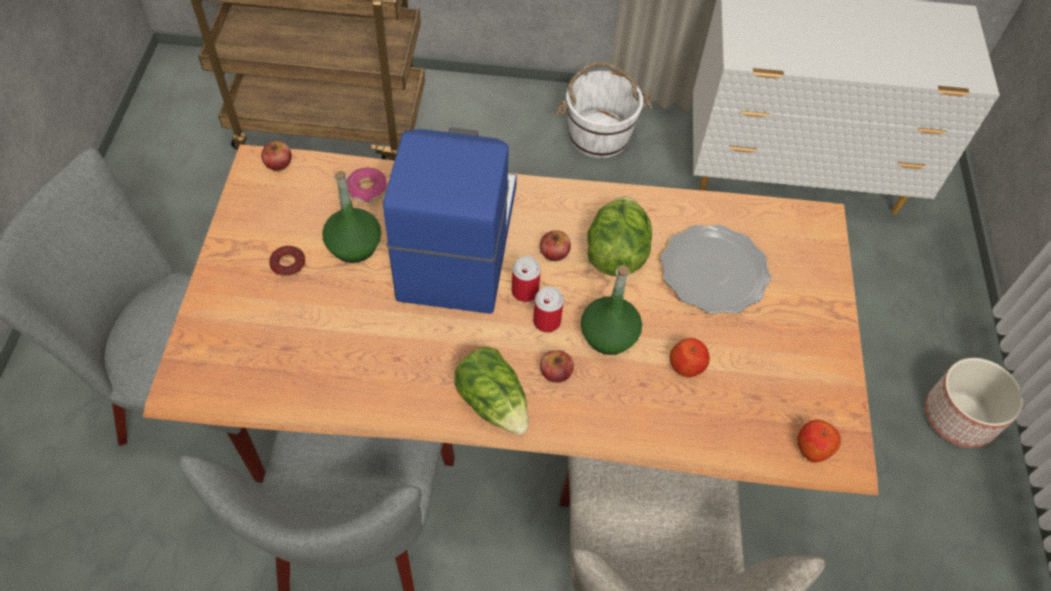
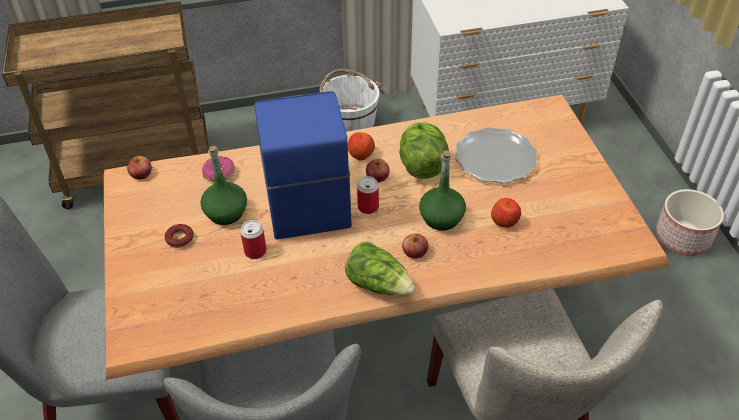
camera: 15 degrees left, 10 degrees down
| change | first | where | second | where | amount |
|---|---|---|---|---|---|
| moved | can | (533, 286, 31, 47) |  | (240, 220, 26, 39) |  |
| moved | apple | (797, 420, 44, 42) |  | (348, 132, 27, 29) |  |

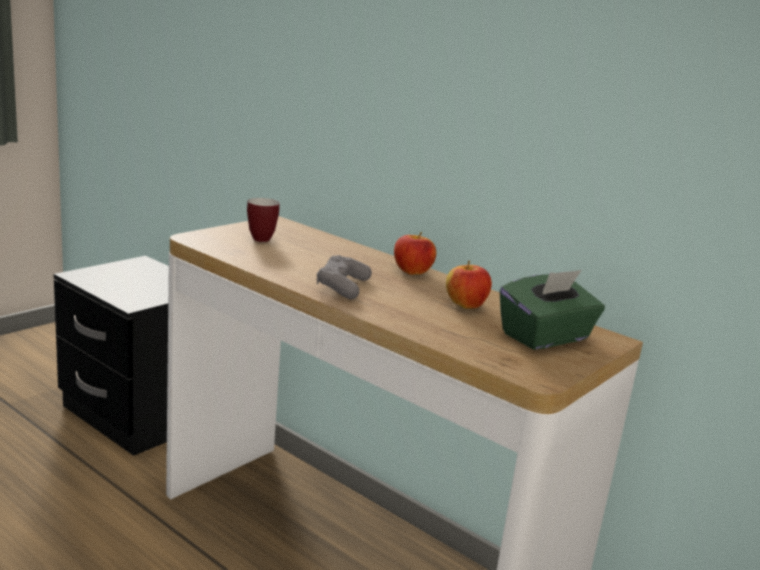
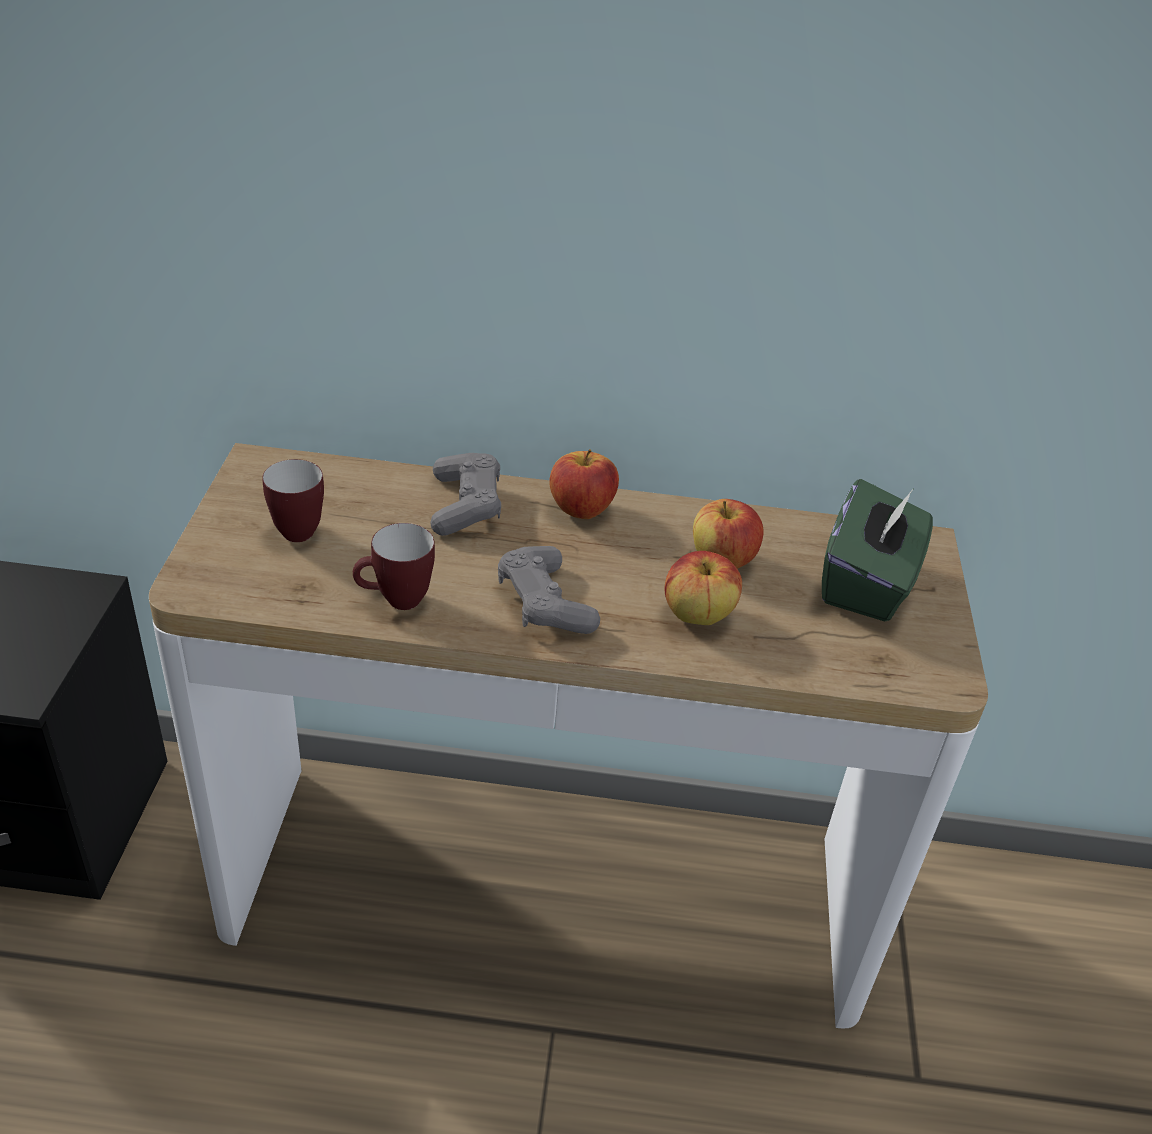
camera: 35 degrees left, 20 degrees up
| change | first | where | second | where | amount |
|---|---|---|---|---|---|
| added |  |  | mug | (353, 523, 82, 87) |  |
| added |  |  | grey game controller | (430, 453, 71, 83) |  |
| added |  |  | apple | (665, 551, 77, 74) |  |

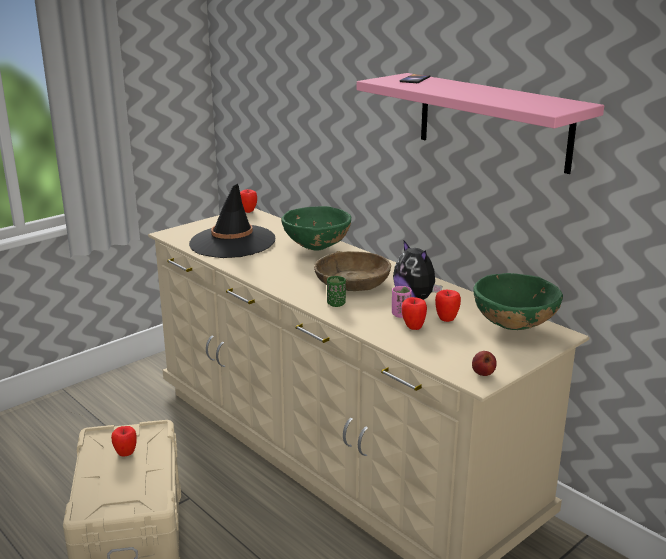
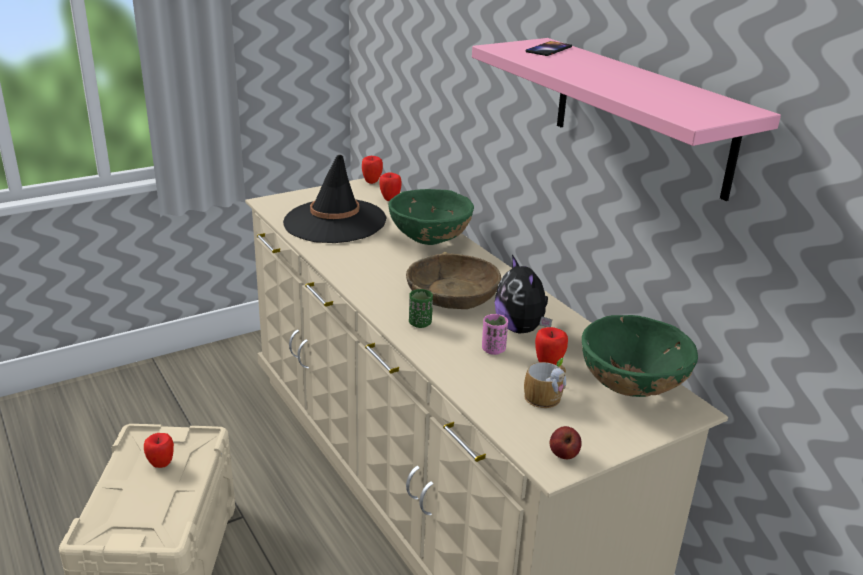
camera: 10 degrees right, 5 degrees up
| change | first | where | second | where | amount |
|---|---|---|---|---|---|
| moved | apple | (402, 297, 25, 33) |  | (379, 173, 23, 28) |  |
| added |  |  | mug | (524, 358, 42, 50) |  |

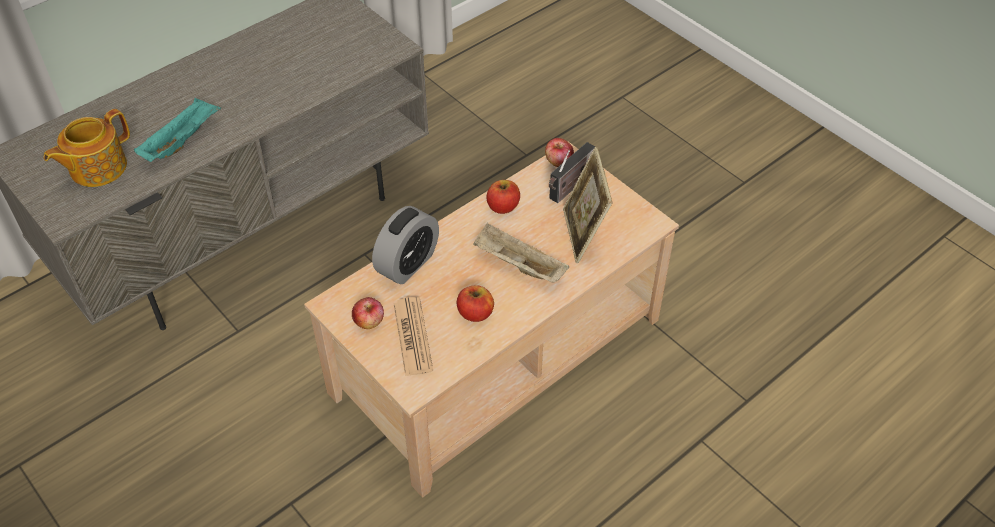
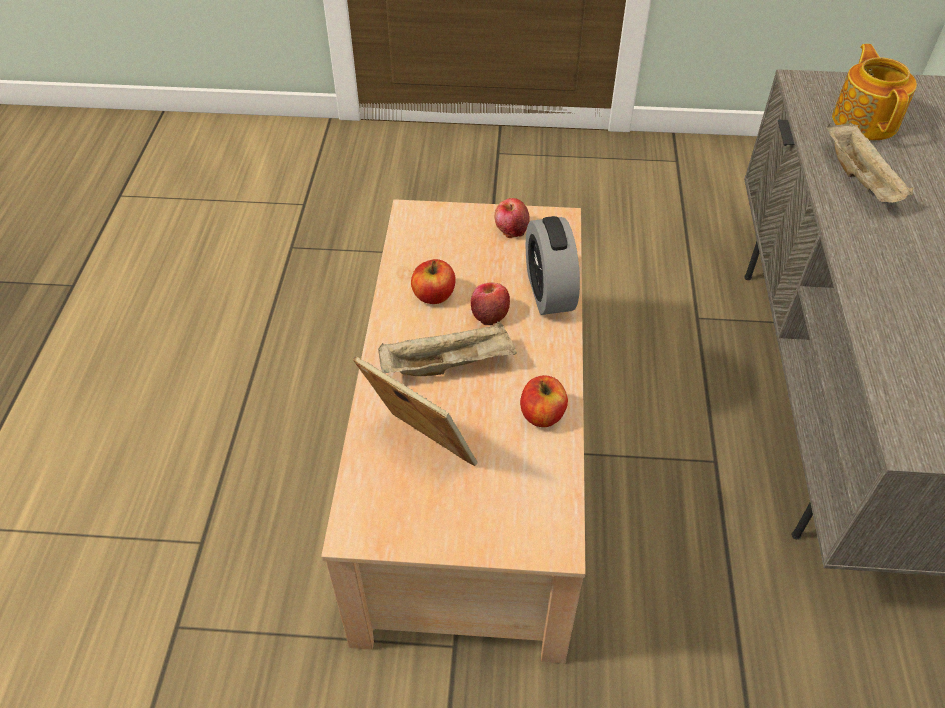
camera: 135 degrees right, 0 degrees up
| change | first | where | second | where | amount |
|---|---|---|---|---|---|
| moved | apple | (545, 138, 29, 29) |  | (471, 282, 39, 43) |  |
| recoloured | turquoise tray | (134, 98, 87, 64) | beige tray | (826, 123, 88, 80) |  |
| removed | newspaper | (393, 297, 40, 79) |  |  |  |
| removed | radio | (549, 142, 46, 61) |  |  |  |

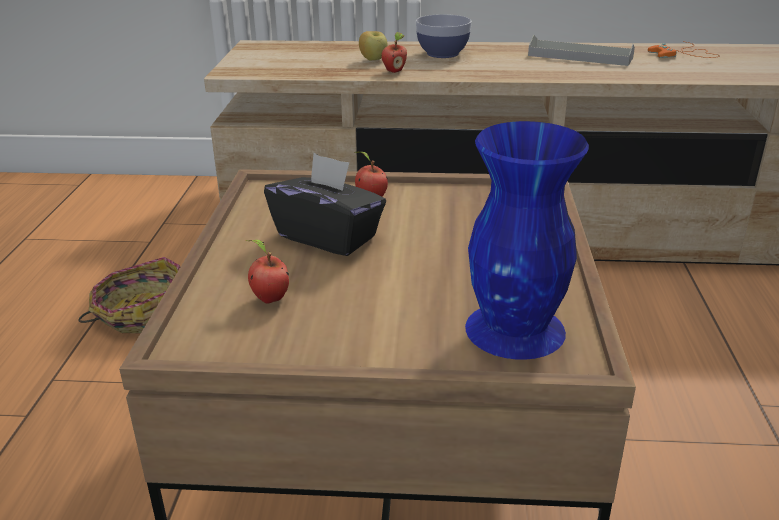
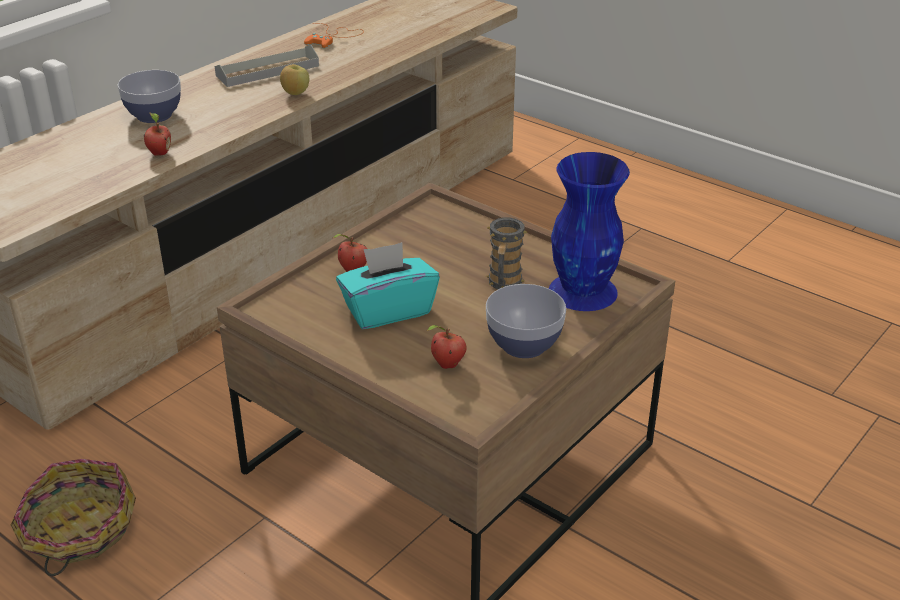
camera: 55 degrees left, 5 degrees up
| change | first | where | second | where | amount |
|---|---|---|---|---|---|
| moved | apple | (359, 31, 28, 30) |  | (280, 64, 29, 31) |  |
| recoloured | black tissue box | (264, 153, 122, 103) | turquoise tissue box | (336, 242, 104, 87) |  |
| added |  |  | mug | (486, 217, 41, 72) |  |
| added |  |  | bowl | (486, 284, 80, 74) |  |

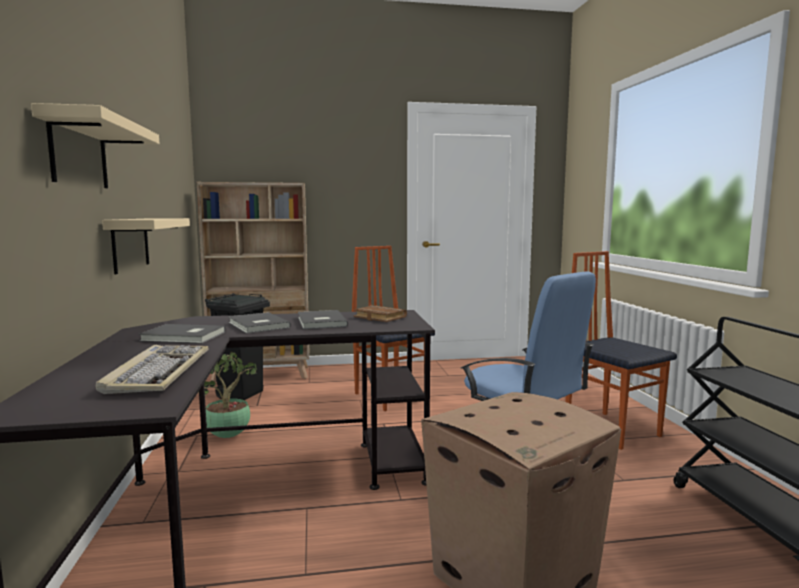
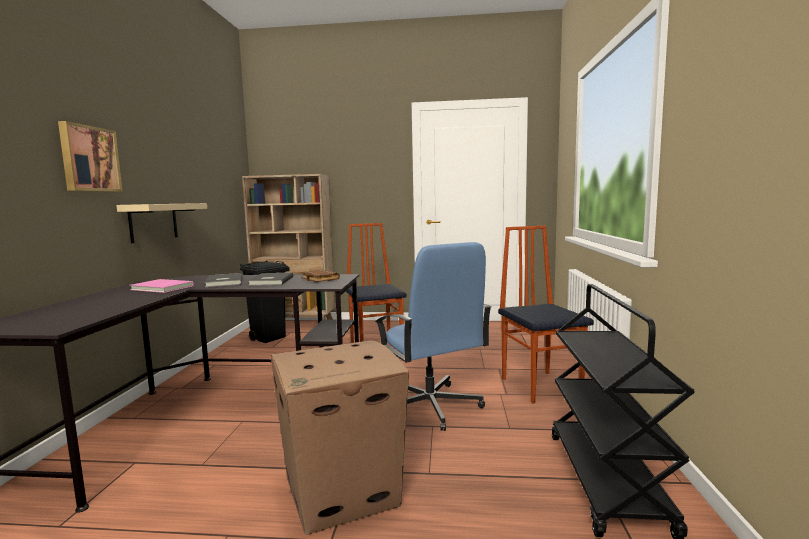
camera: 15 degrees right, 0 degrees up
| change | first | where | second | where | amount |
|---|---|---|---|---|---|
| replaced | beige shelf | (31, 103, 128, 85) | picture | (58, 121, 65, 71) |  |
| recoloured | grey book | (139, 324, 86, 19) | pink book | (130, 279, 64, 14) |  |
| removed | keyboard | (96, 345, 112, 49) |  |  |  |
| removed | potted plant | (198, 351, 59, 87) |  |  |  |

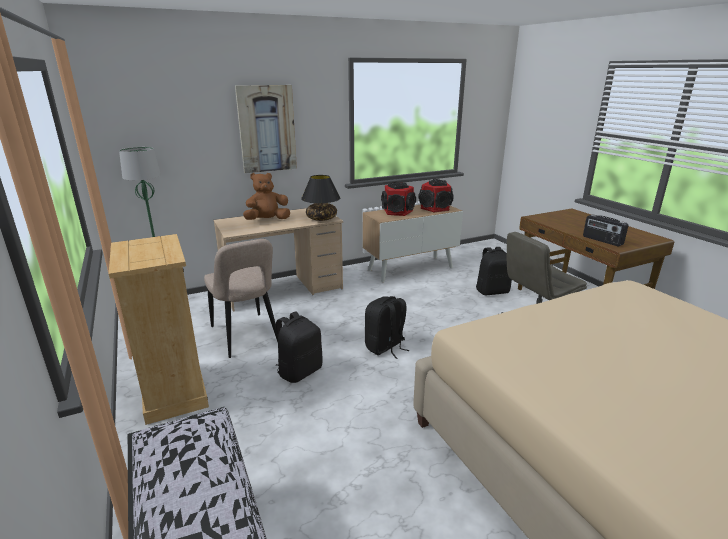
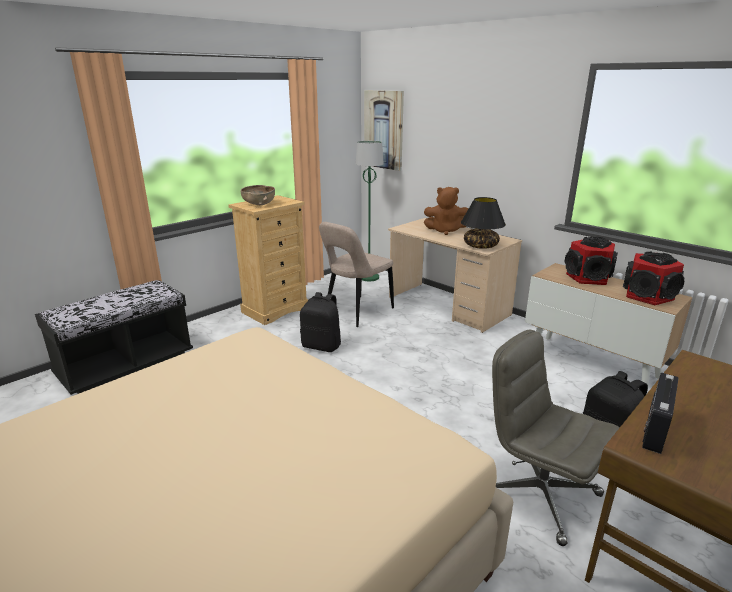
camera: 70 degrees right, 0 degrees up
| change | first | where | second | where | amount |
|---|---|---|---|---|---|
| added |  |  | brown bowl | (241, 185, 34, 20) |  |
| moved | picture | (235, 85, 62, 88) |  | (364, 90, 40, 81) |  |
| turned | brown plush toy | (243, 173, 47, 47) |  | (424, 187, 44, 48) | 150 degrees clockwise |
| removed | black backpack | (365, 296, 45, 63) |  |  |  |

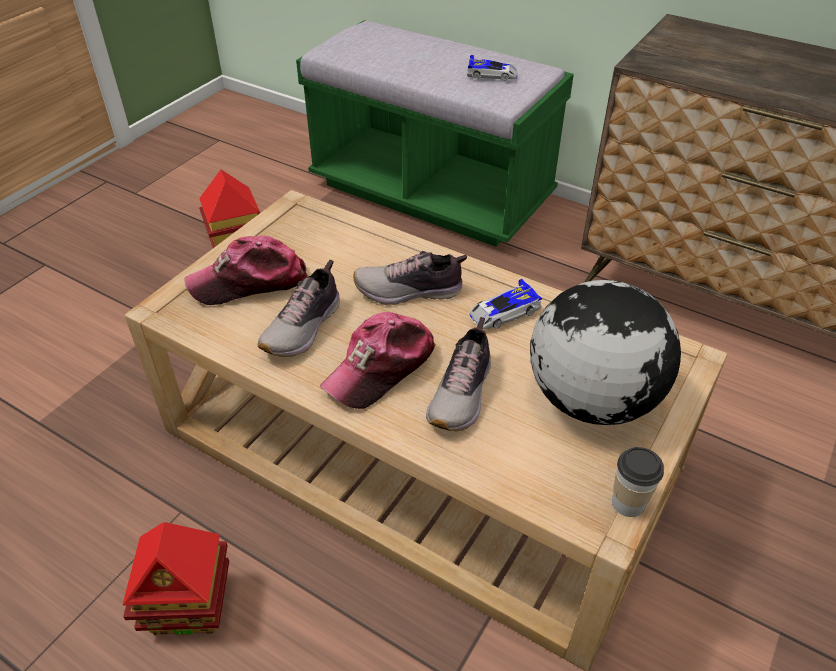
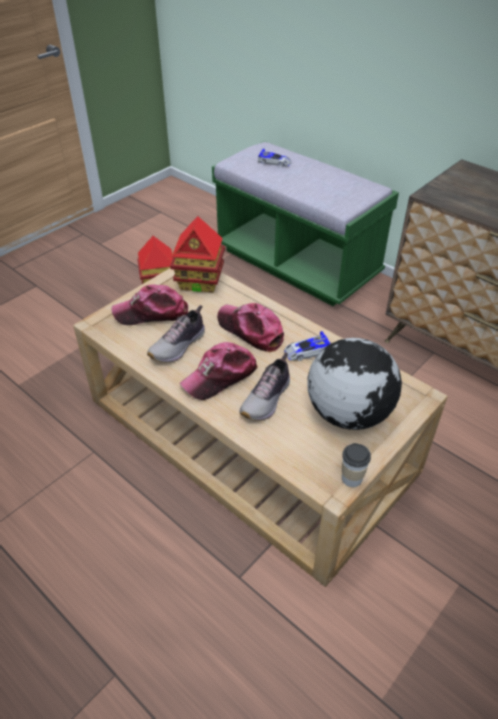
camera: 10 degrees right, 0 degrees up
| change | first | where | second | where | amount |
|---|---|---|---|---|---|
| moved | toy house | (122, 522, 107, 113) |  | (170, 216, 55, 77) |  |
| replaced | shoe | (353, 251, 114, 54) | cap | (217, 303, 67, 49) |  |
| moved | toy car | (467, 55, 51, 26) |  | (258, 149, 33, 18) |  |

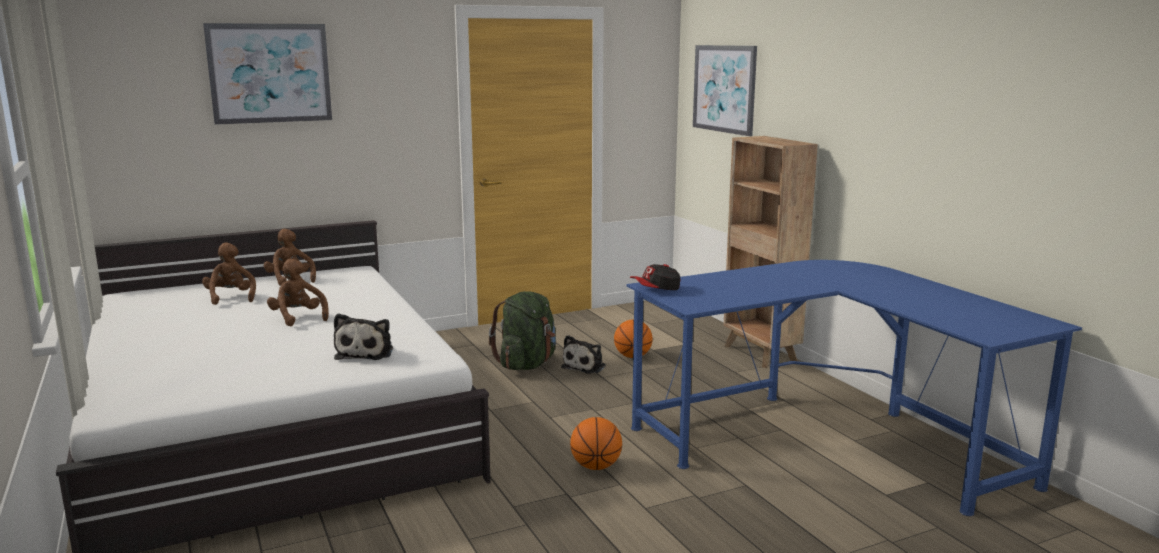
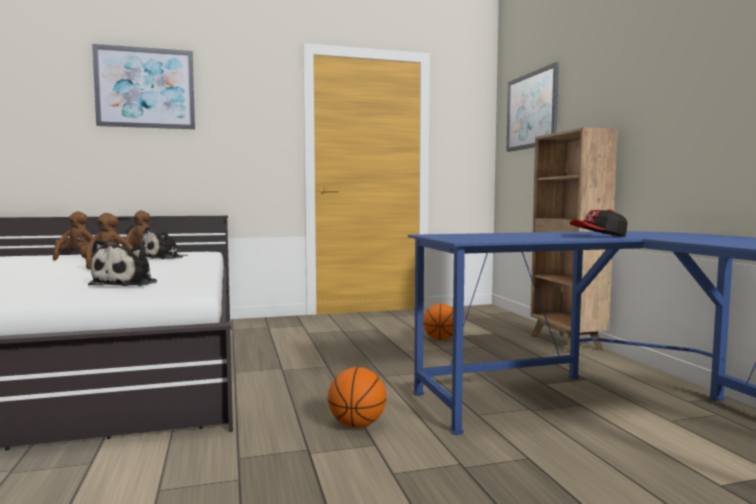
camera: 10 degrees right, 10 degrees down
| change | first | where | second | where | amount |
|---|---|---|---|---|---|
| moved | plush toy | (561, 335, 45, 39) |  | (142, 227, 46, 32) |  |
| moved | cap | (630, 264, 50, 26) |  | (569, 209, 59, 28) |  |
| removed | green backpack | (489, 291, 67, 79) |  |  |  |

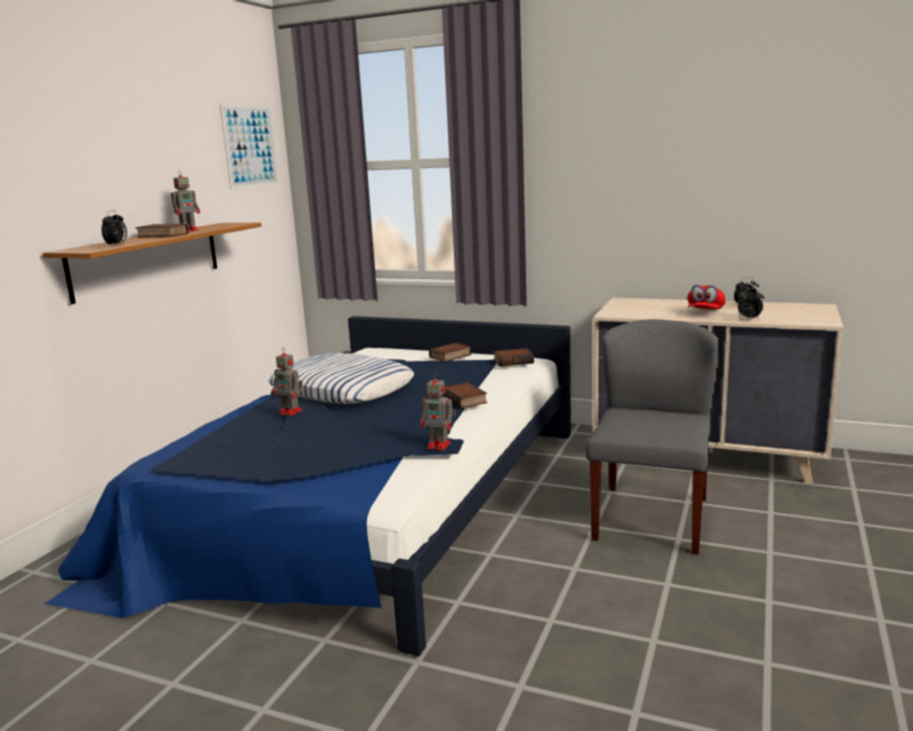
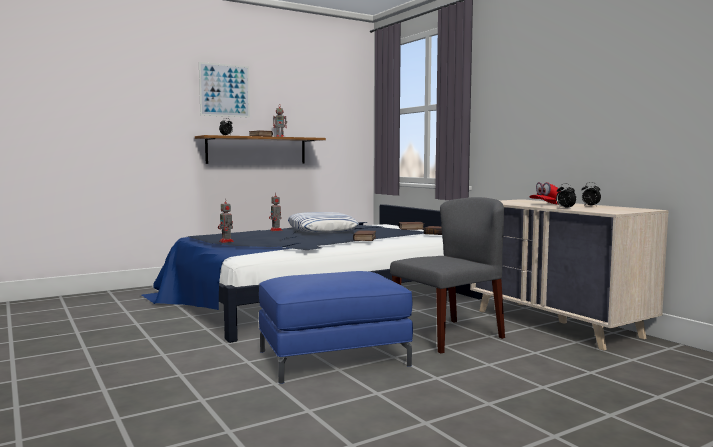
camera: 35 degrees right, 10 degrees down
| change | first | where | second | where | amount |
|---|---|---|---|---|---|
| moved | picture | (220, 104, 59, 85) |  | (199, 62, 51, 56) |  |
| moved | toy robot | (420, 374, 36, 77) |  | (218, 198, 16, 45) |  |
| added |  |  | blue ottoman | (259, 271, 154, 113) |  |

